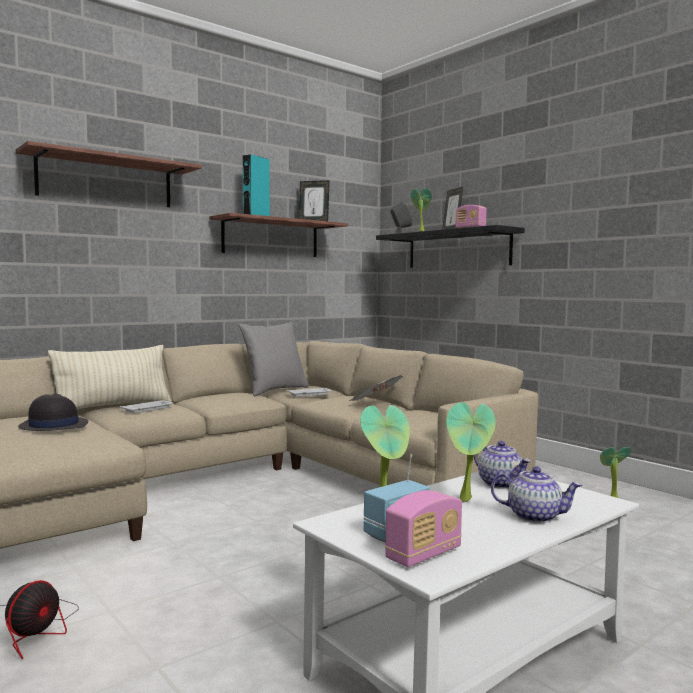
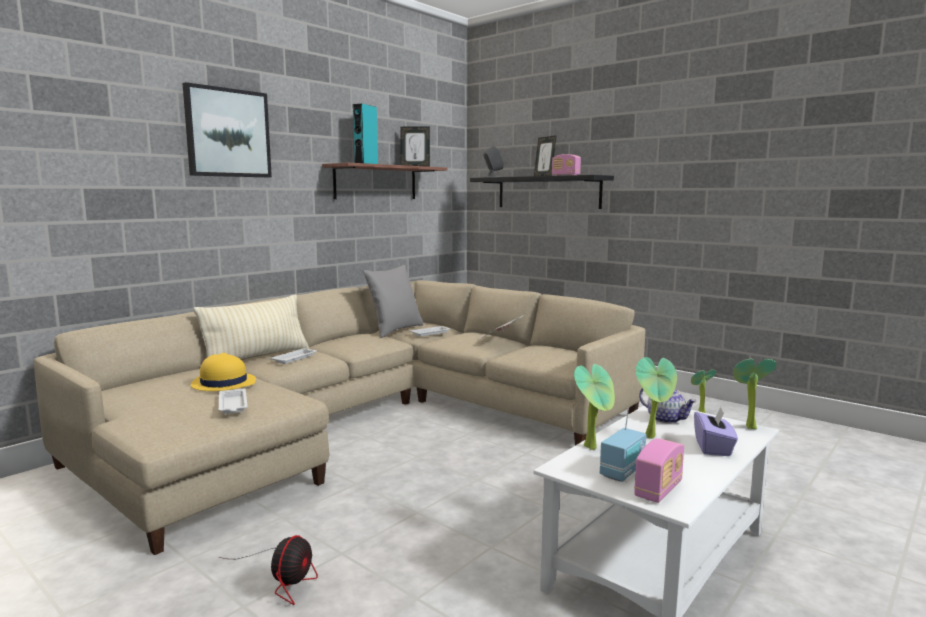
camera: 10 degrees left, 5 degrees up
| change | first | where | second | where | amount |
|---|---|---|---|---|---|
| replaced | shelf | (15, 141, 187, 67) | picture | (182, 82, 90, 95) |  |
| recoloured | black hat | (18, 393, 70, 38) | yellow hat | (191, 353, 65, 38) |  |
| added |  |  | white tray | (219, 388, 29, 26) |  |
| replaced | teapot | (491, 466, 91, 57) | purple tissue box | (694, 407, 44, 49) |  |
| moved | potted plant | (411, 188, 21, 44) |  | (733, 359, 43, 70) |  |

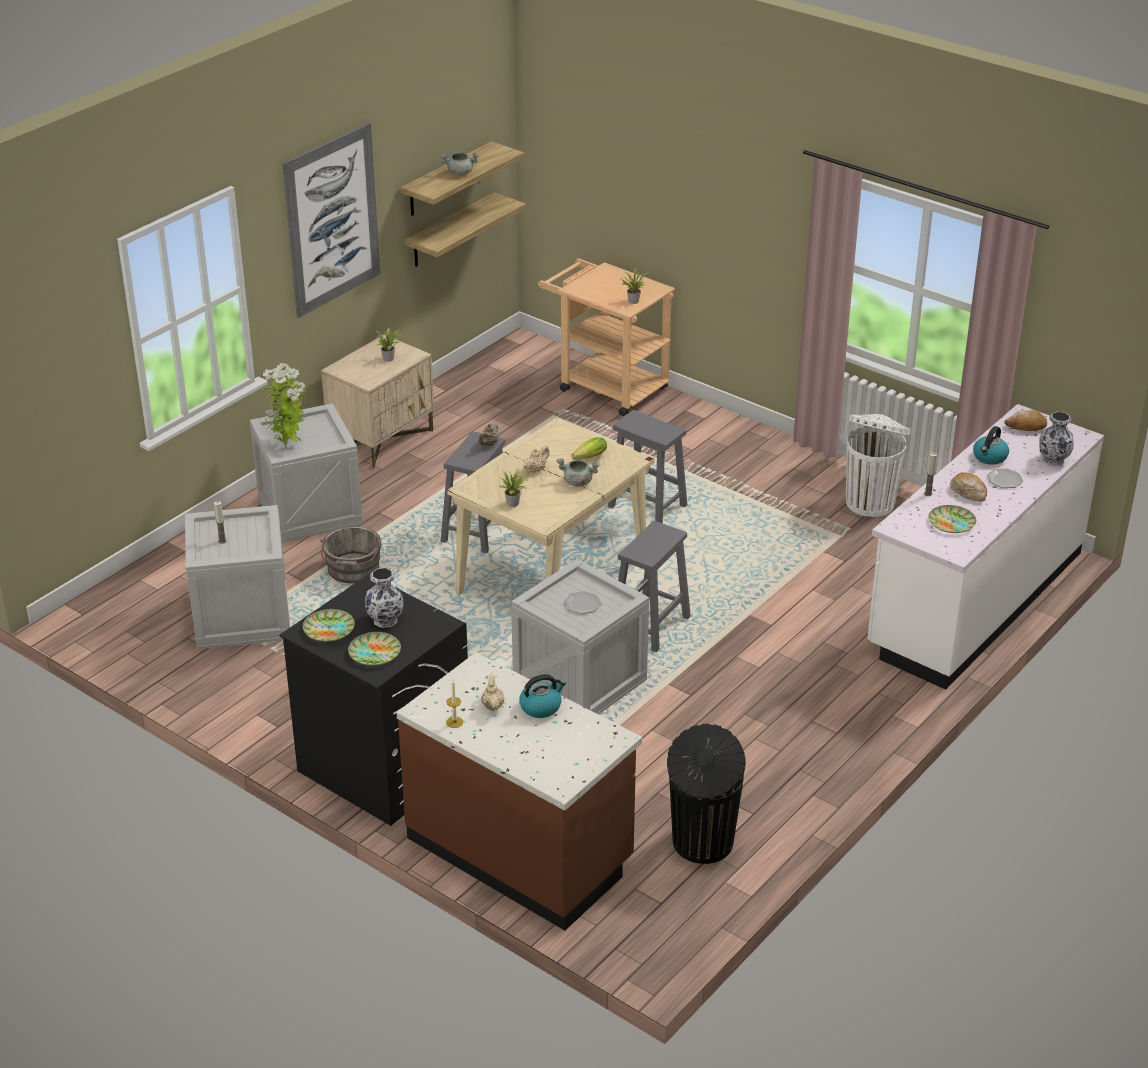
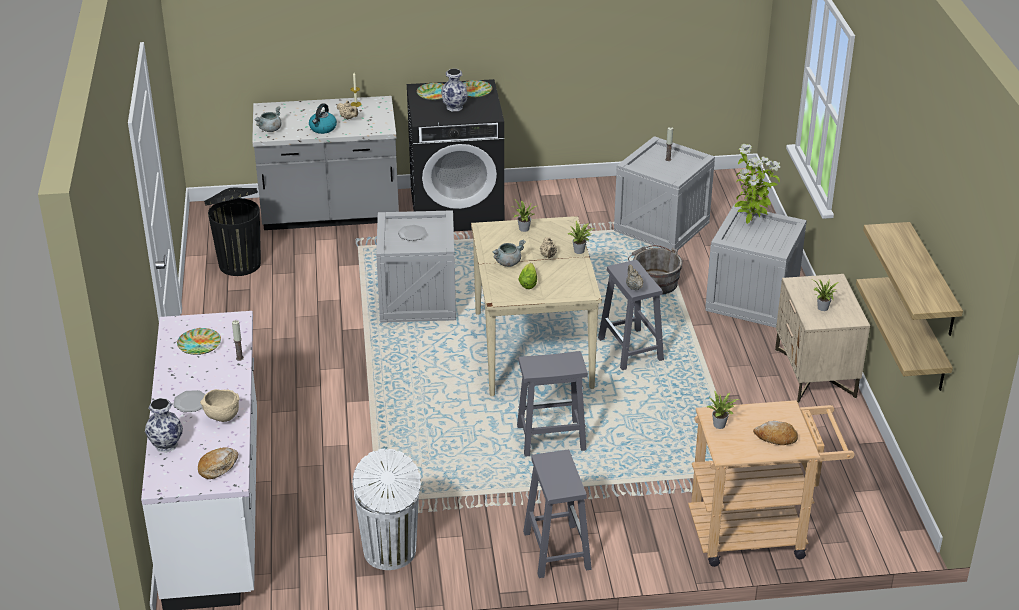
camera: 135 degrees right, 0 degrees up
| change | first | where | second | where | amount |
|---|---|---|---|---|---|
| replaced | kettle | (973, 426, 36, 39) | beige bowl | (200, 389, 40, 33) |  |
| recoloured | brown counter | (396, 652, 246, 279) | grey counter | (252, 96, 147, 134) |  |
| moved | grey cooking pot | (441, 152, 38, 24) |  | (254, 106, 28, 26) |  |
| moved | grey stool | (618, 521, 73, 131) |  | (523, 450, 69, 128) |  |
| added |  |  | potted plant | (567, 221, 28, 33) |  |
| moved | bread | (950, 472, 37, 29) |  | (753, 421, 45, 24) |  |
| removed | picture | (282, 123, 98, 195) |  |  |  |

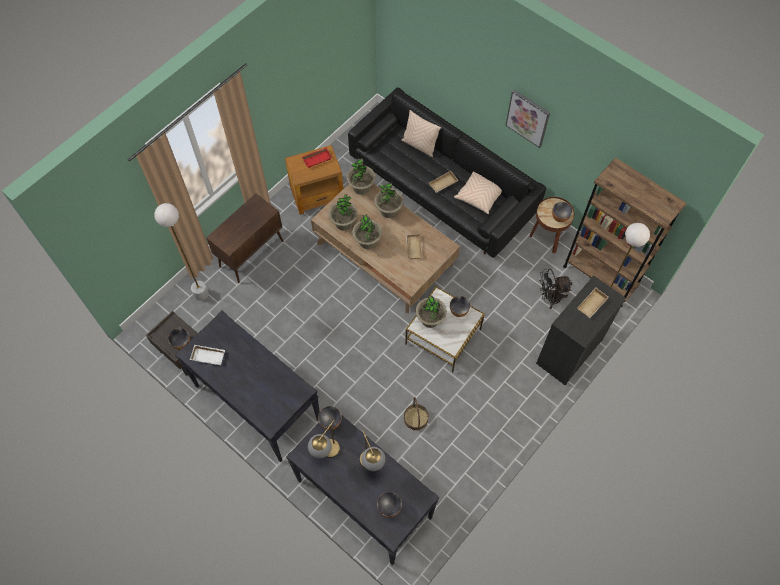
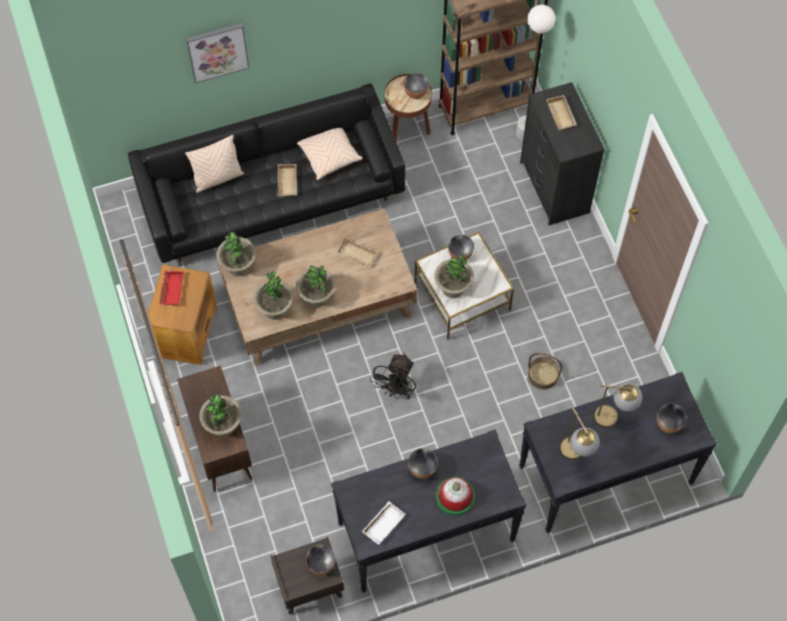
camera: 60 degrees left, 0 degrees up
| change | first | where | second | where | amount |
|---|---|---|---|---|---|
| moved | picture | (505, 90, 45, 58) |  | (186, 23, 63, 60) |  |
| moved | potted plant | (374, 182, 30, 36) |  | (199, 394, 43, 43) |  |
| moved | black fan | (539, 269, 33, 40) |  | (370, 354, 46, 45) |  |
| moved | bowl | (318, 406, 24, 24) |  | (408, 448, 29, 31) |  |
| added |  |  | hat | (436, 477, 39, 39) |  |
| removed | white floor lamp | (154, 203, 55, 98) |  |  |  |

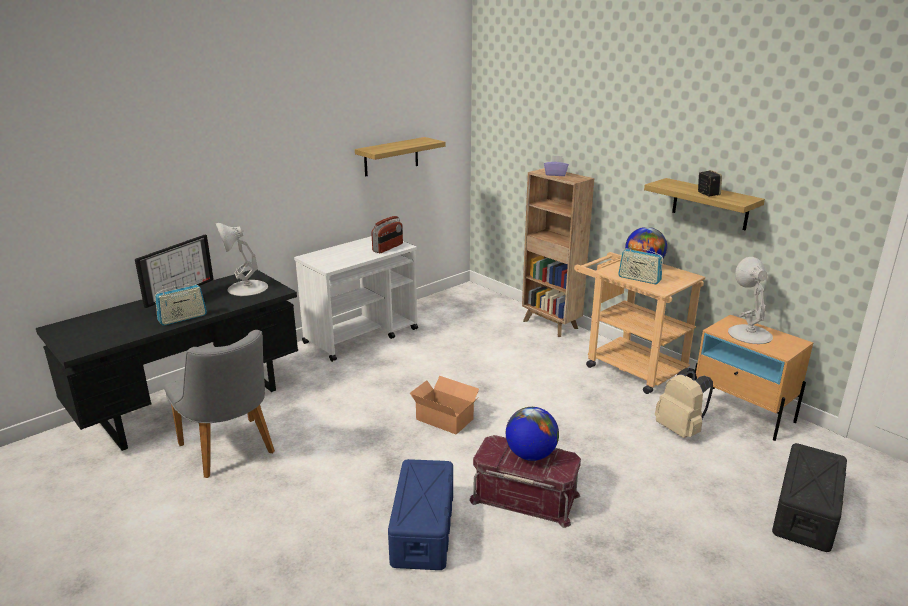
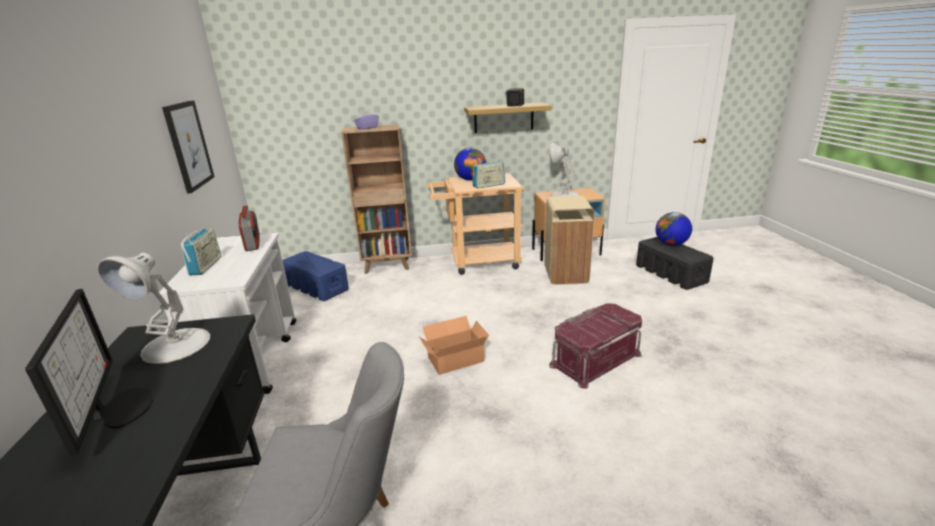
camera: 55 degrees left, 0 degrees up
| change | first | where | second | where | amount |
|---|---|---|---|---|---|
| replaced | shelf | (355, 137, 90, 39) | picture | (162, 100, 52, 94) |  |
| moved | radio | (155, 284, 52, 42) |  | (181, 229, 40, 46) |  |
| moved | blue storage box | (388, 459, 65, 111) |  | (282, 251, 67, 50) |  |
| replaced | beige backpack | (655, 368, 58, 70) | beige trash can | (545, 196, 50, 89) |  |
| moved | globe | (506, 407, 53, 54) |  | (656, 212, 36, 34) |  |

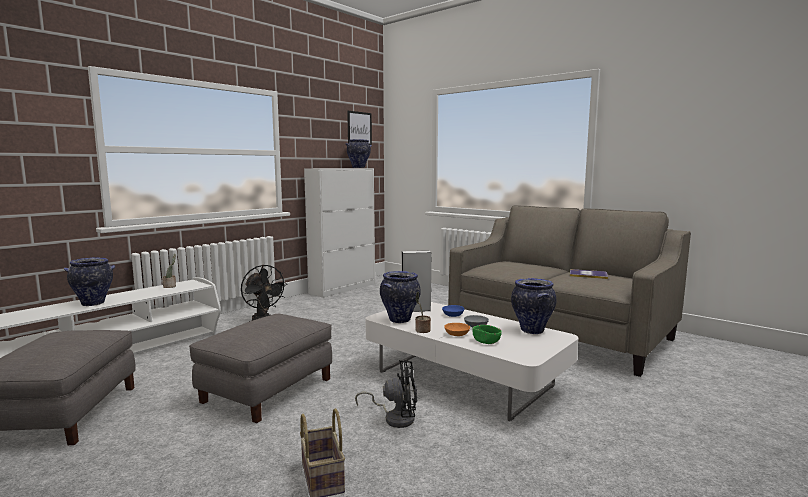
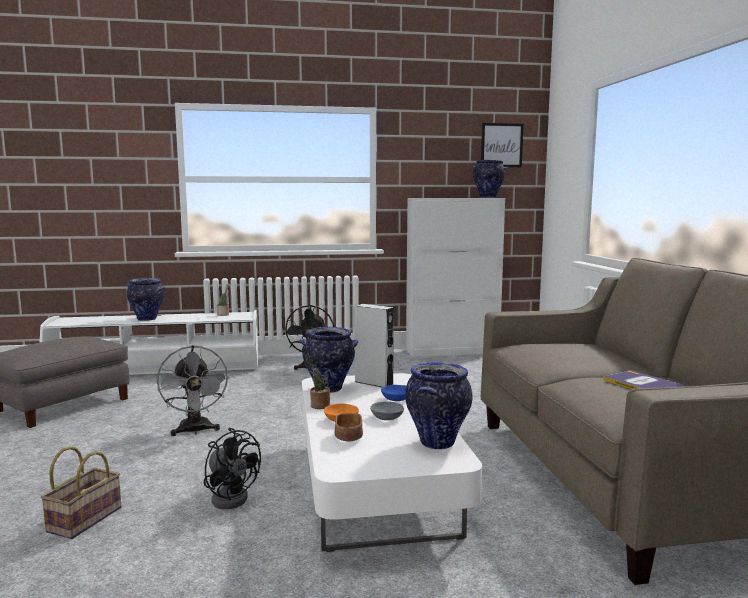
camera: 40 degrees right, 0 degrees up
| change | first | where | second | where | amount |
|---|---|---|---|---|---|
| replaced | grey ottoman | (189, 314, 143, 109) | grey fan | (157, 345, 72, 91) |  |
| recoloured | green bowl | (473, 325, 29, 19) | brown bowl | (335, 413, 28, 28) |  |

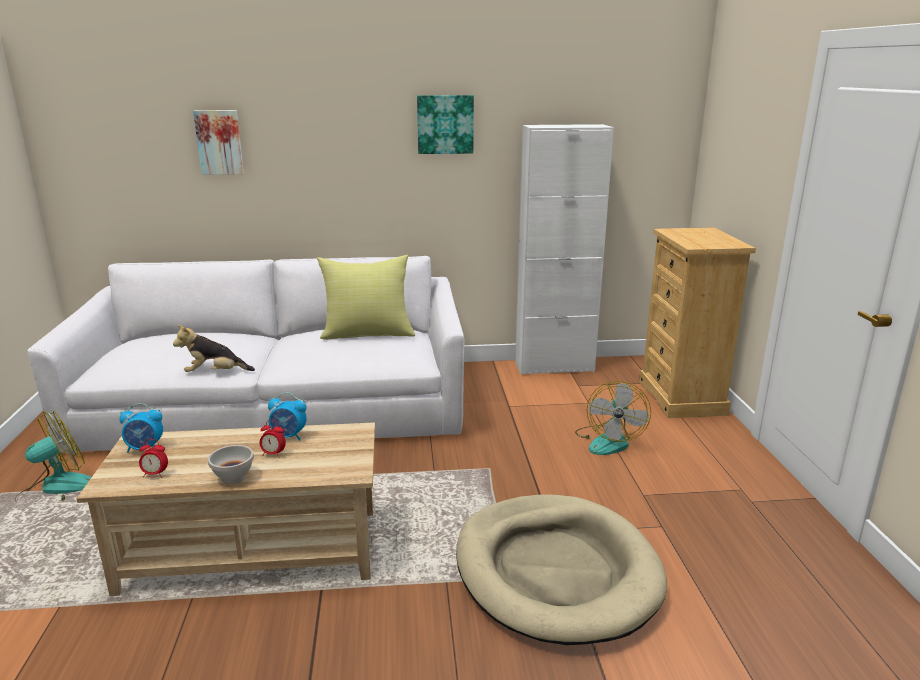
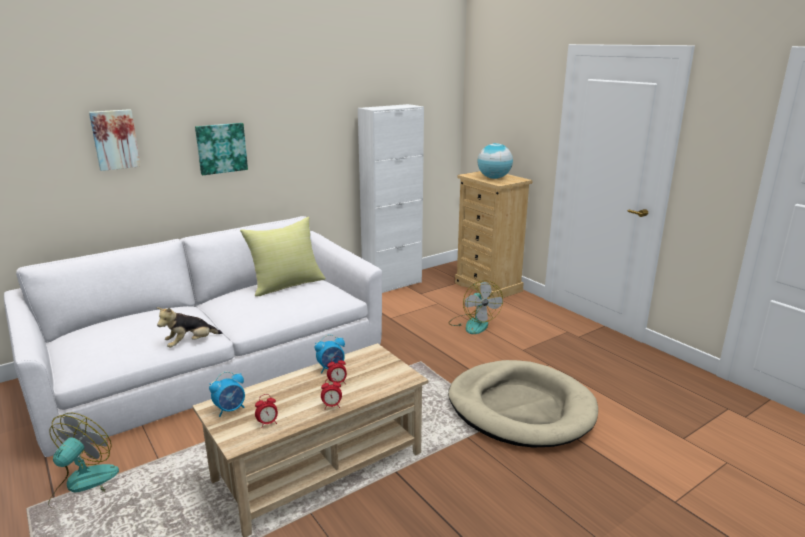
camera: 30 degrees left, 0 degrees up
| change | first | where | second | where | amount |
|---|---|---|---|---|---|
| moved | picture | (417, 95, 57, 59) |  | (195, 123, 53, 52) |  |
| replaced | white bowl | (208, 445, 46, 40) | alarm clock | (321, 378, 21, 31) |  |
| added |  |  | globe | (478, 143, 35, 36) |  |

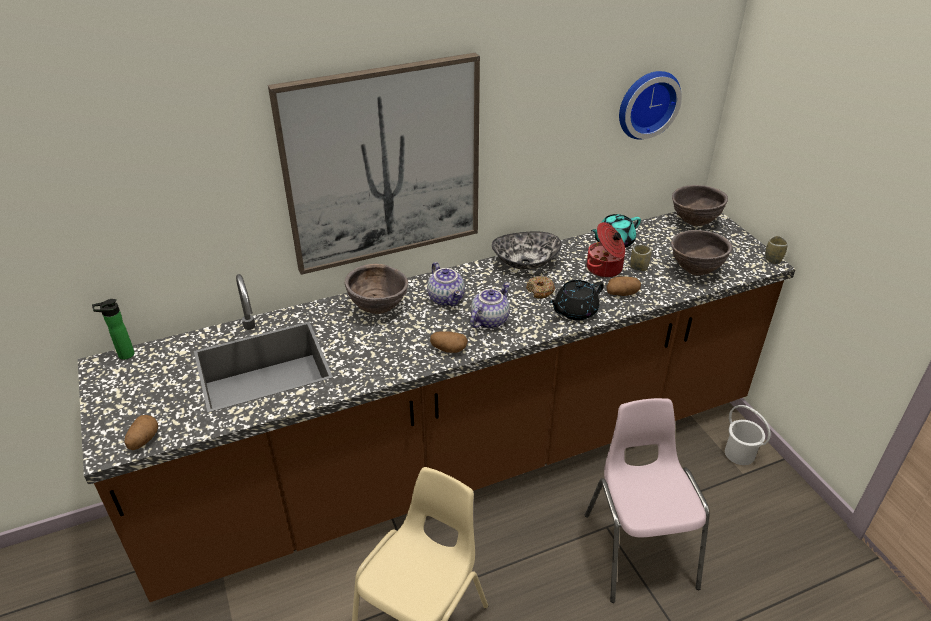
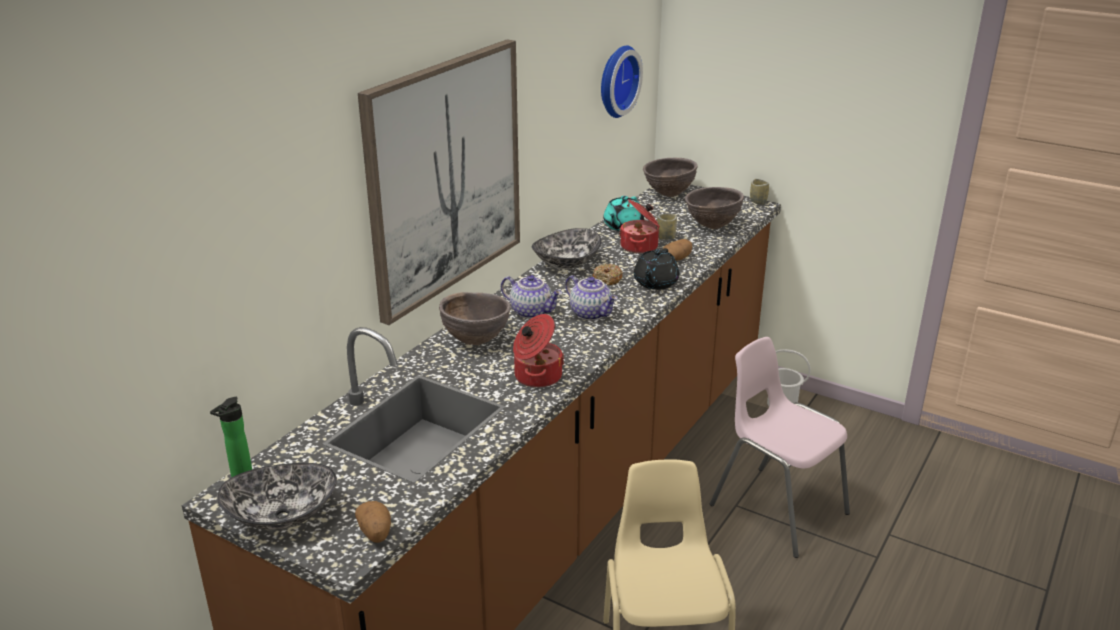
camera: 35 degrees left, 10 degrees down
| change | first | where | second | where | amount |
|---|---|---|---|---|---|
| added |  |  | bowl | (217, 463, 120, 67) |  |
| added |  |  | cooking pot | (513, 314, 51, 74) |  |
| turned | teapot | (470, 283, 40, 45) |  | (565, 275, 53, 46) | 135 degrees clockwise |
| removed | potato | (430, 331, 38, 22) |  |  |  |

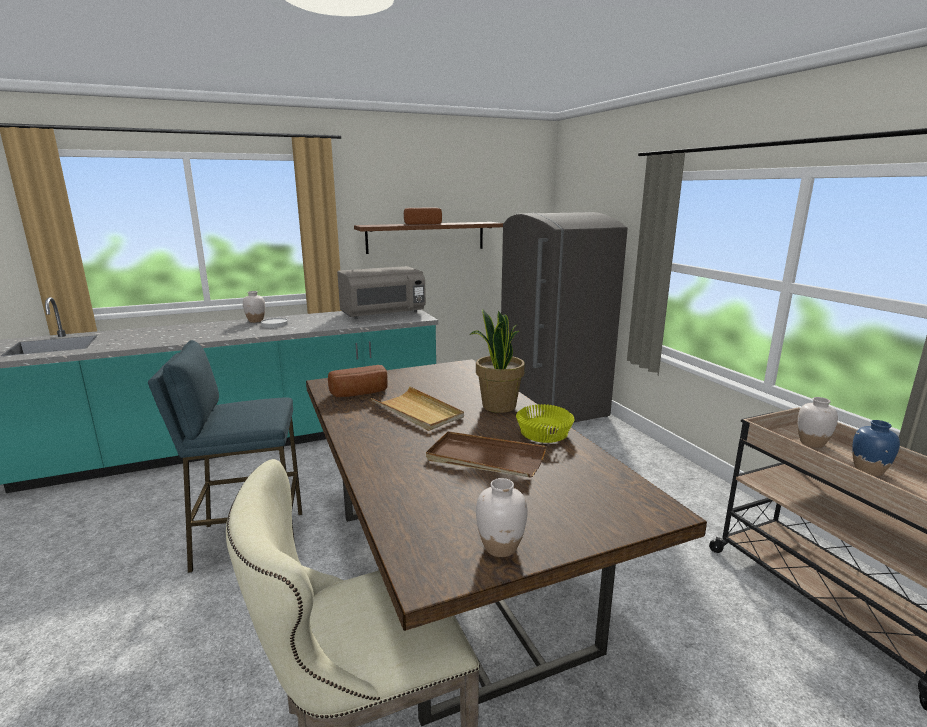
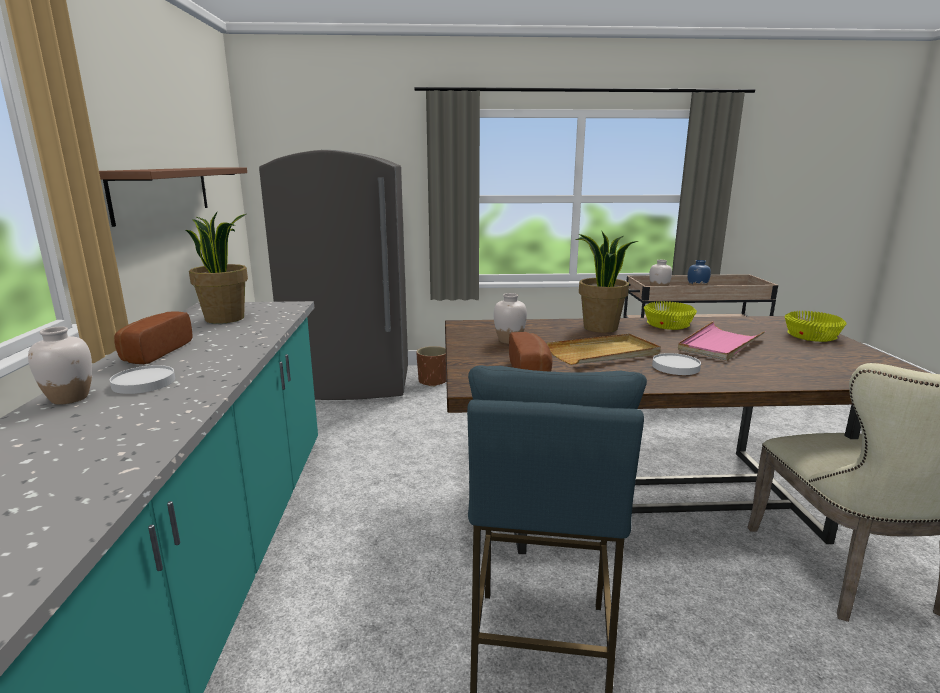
camera: 70 degrees left, 0 degrees up
| change | first | where | second | where | amount |
|---|---|---|---|---|---|
| moved | bread | (404, 208, 38, 16) |  | (114, 311, 78, 53) |  |
| replaced | grey microwave | (337, 266, 89, 53) | potted plant | (186, 212, 62, 112) |  |
| added |  |  | brown planter | (416, 346, 30, 41) |  |
| moved | white vase | (476, 478, 51, 79) |  | (494, 293, 33, 51) |  |
| added |  |  | white plate | (652, 353, 49, 22) |  |
| recoloured | brown tray | (426, 431, 120, 47) | pink tray | (678, 321, 87, 40) |  |
| added |  |  | yellow bowl | (785, 311, 62, 31) |  |

